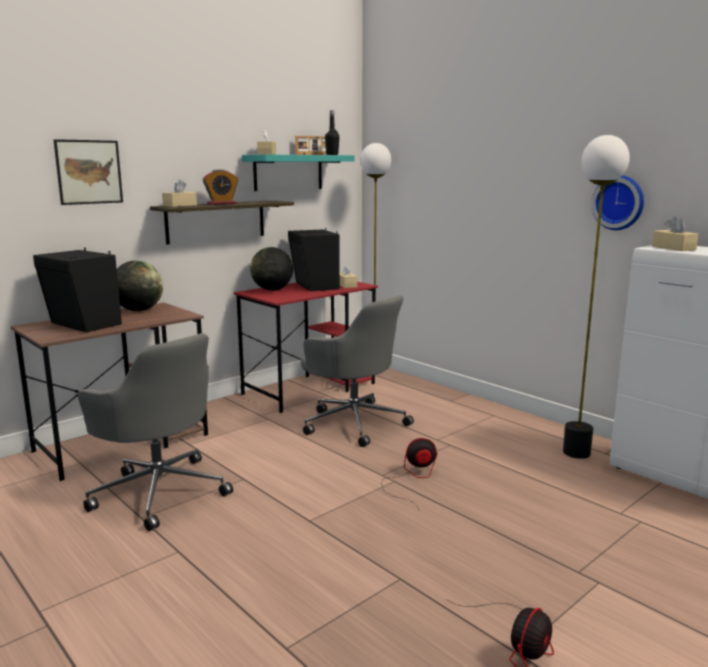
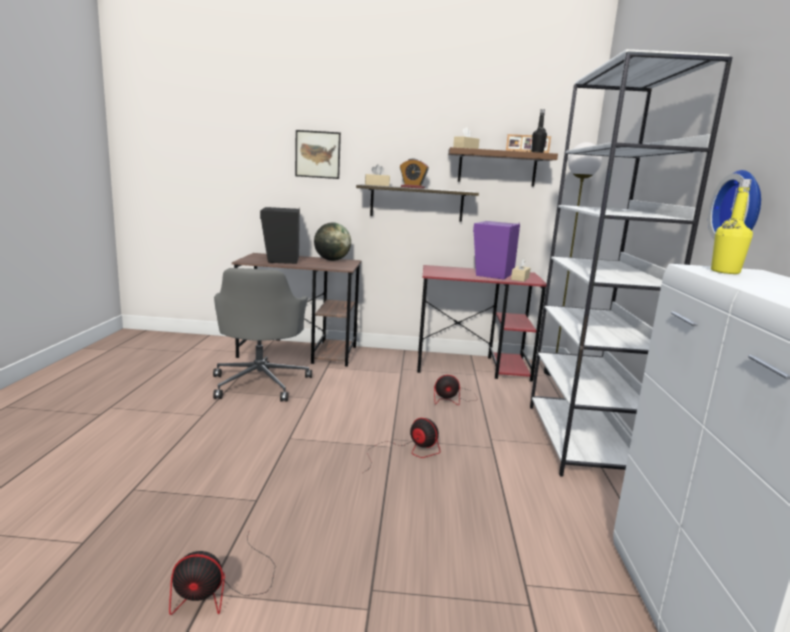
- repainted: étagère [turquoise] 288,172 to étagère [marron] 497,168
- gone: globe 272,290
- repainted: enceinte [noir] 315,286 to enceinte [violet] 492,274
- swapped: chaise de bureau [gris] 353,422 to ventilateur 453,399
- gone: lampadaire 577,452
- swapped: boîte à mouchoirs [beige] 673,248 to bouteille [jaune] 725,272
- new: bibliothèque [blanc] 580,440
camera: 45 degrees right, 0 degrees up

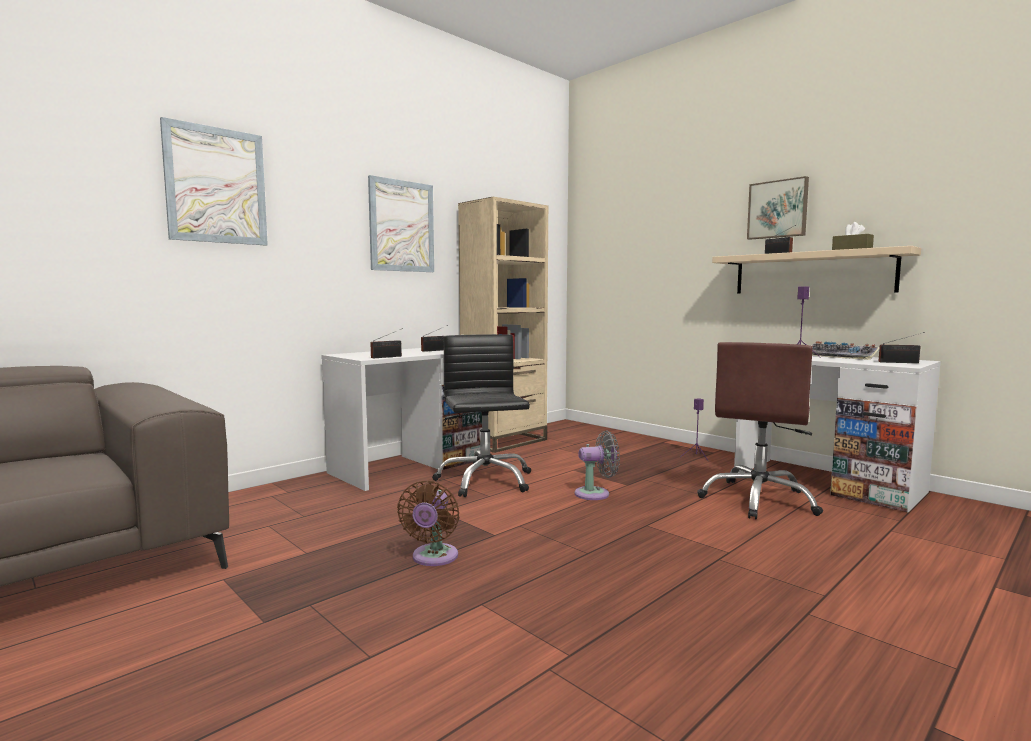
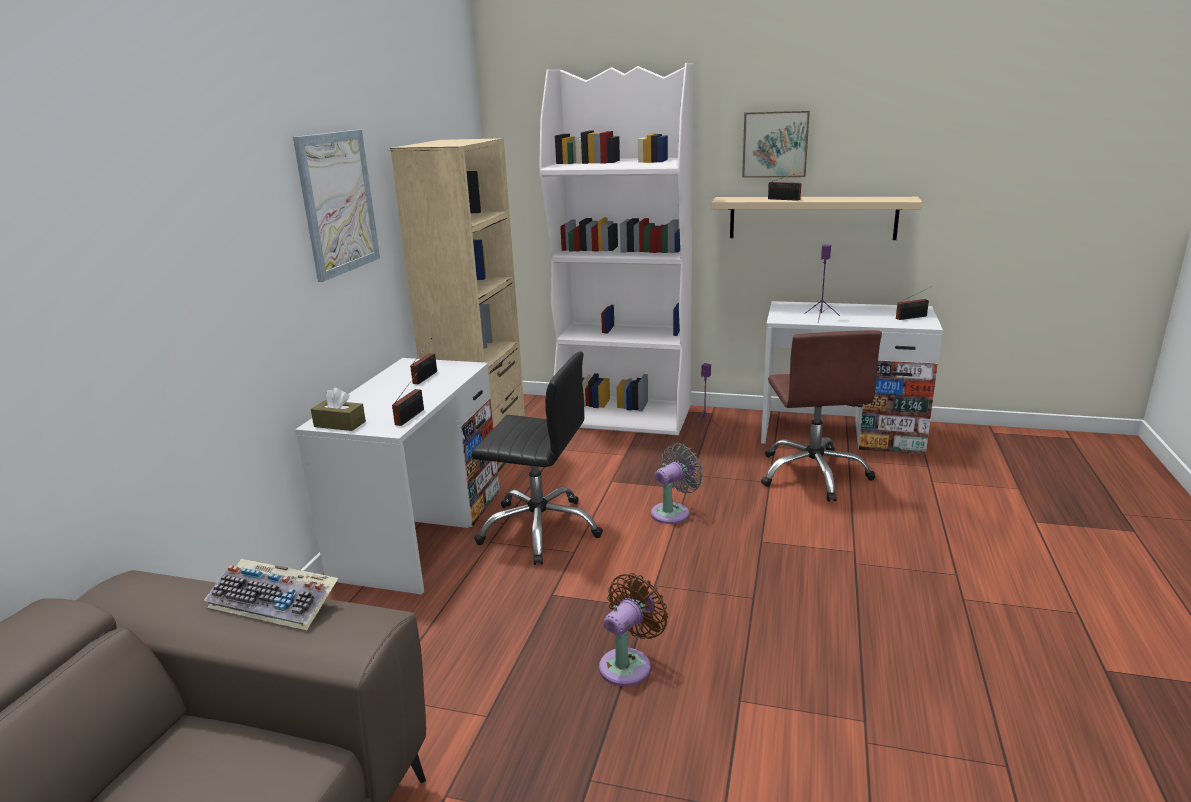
- gone: tableau 216,185
- rotated: ventilateur [marron] 433,558 = 628,664 120 degrees counterclockwise
- rotated: chaise de bureau [noir] 484,480 = 540,529 150 degrees clockwise
- shifted: clavier 843,357 to 276,602
- shifted: boîte à mouchoirs [marron] 852,249 to 340,424
- new: bibliothèque [blanc] 625,416
camera: 30 degrees left, 15 degrees up

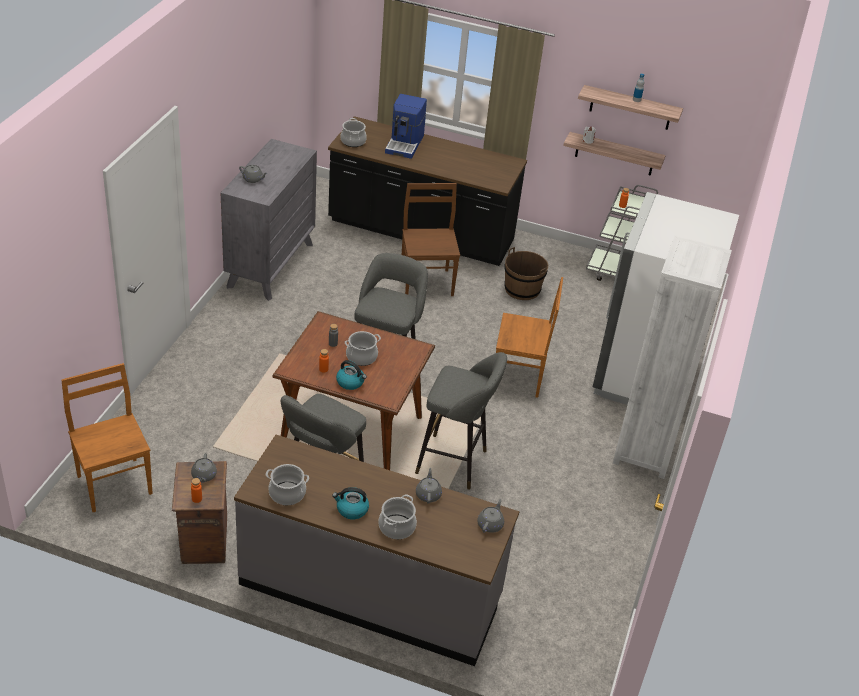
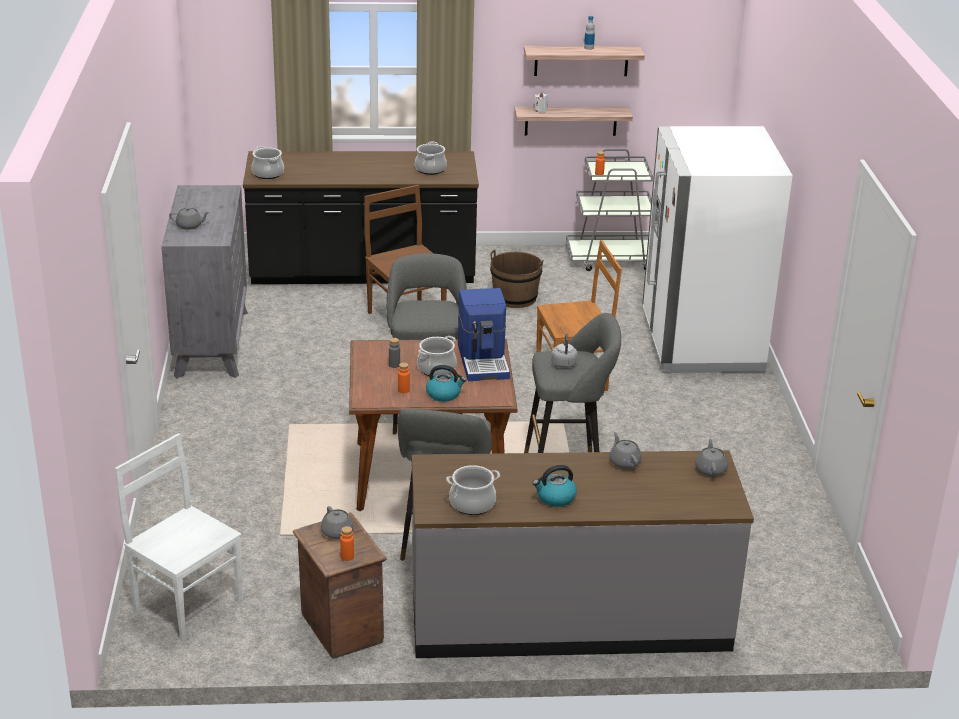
- repainted: chaise [marron] 114,483 to chaise [blanc] 186,605
- shifted: marmite 397,527 to 430,169
- shifted: machine à café 405,144 to 484,361
- gone: bibliothèque [blanc] 644,450
- new: bouilloire [gris] 564,363
camera: 20 degrees left, 10 degrees down

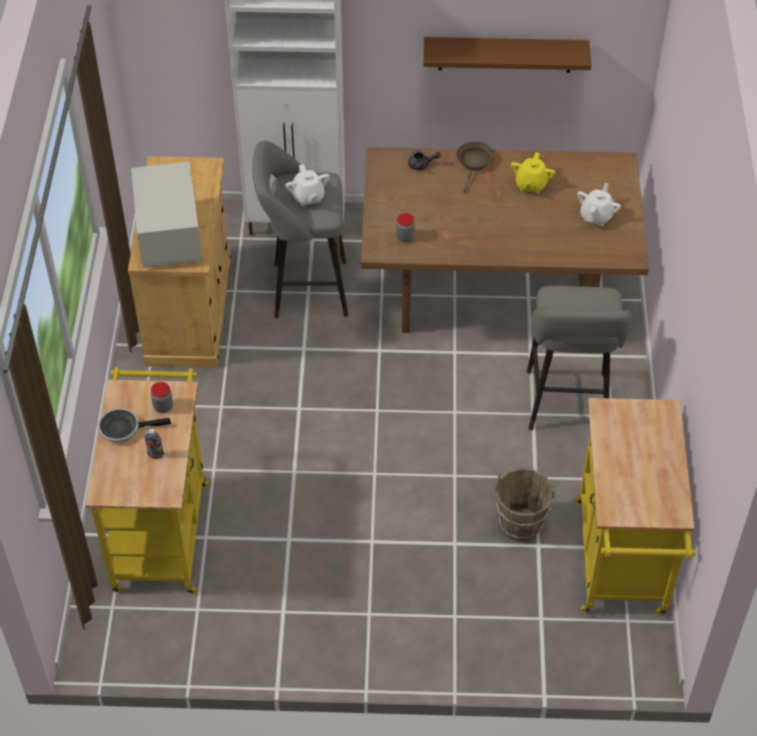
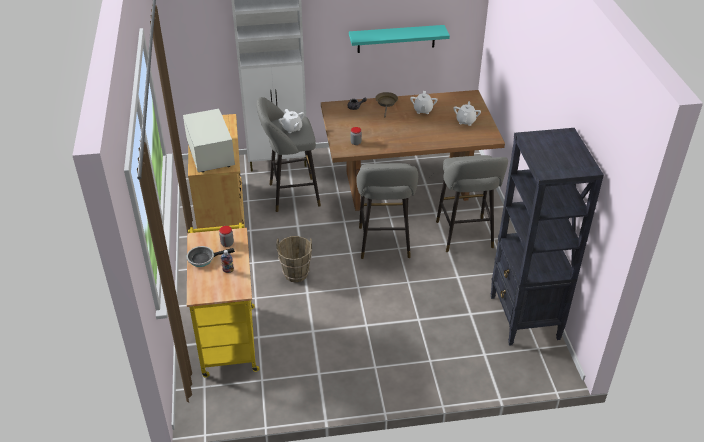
- repainted: étagère [marron] 505,54 to étagère [turquoise] 396,39
- shifted: seau [marron] 520,526 to 296,274
- repainted: théière [jaune] 531,185 to théière [blanc] 423,110
- swapped: chariot [jaune] 621,566 to bibliothèque [noir] 524,318
- new: tabouret [gris] 384,245
camera: 10 degrees left, 10 degrees down

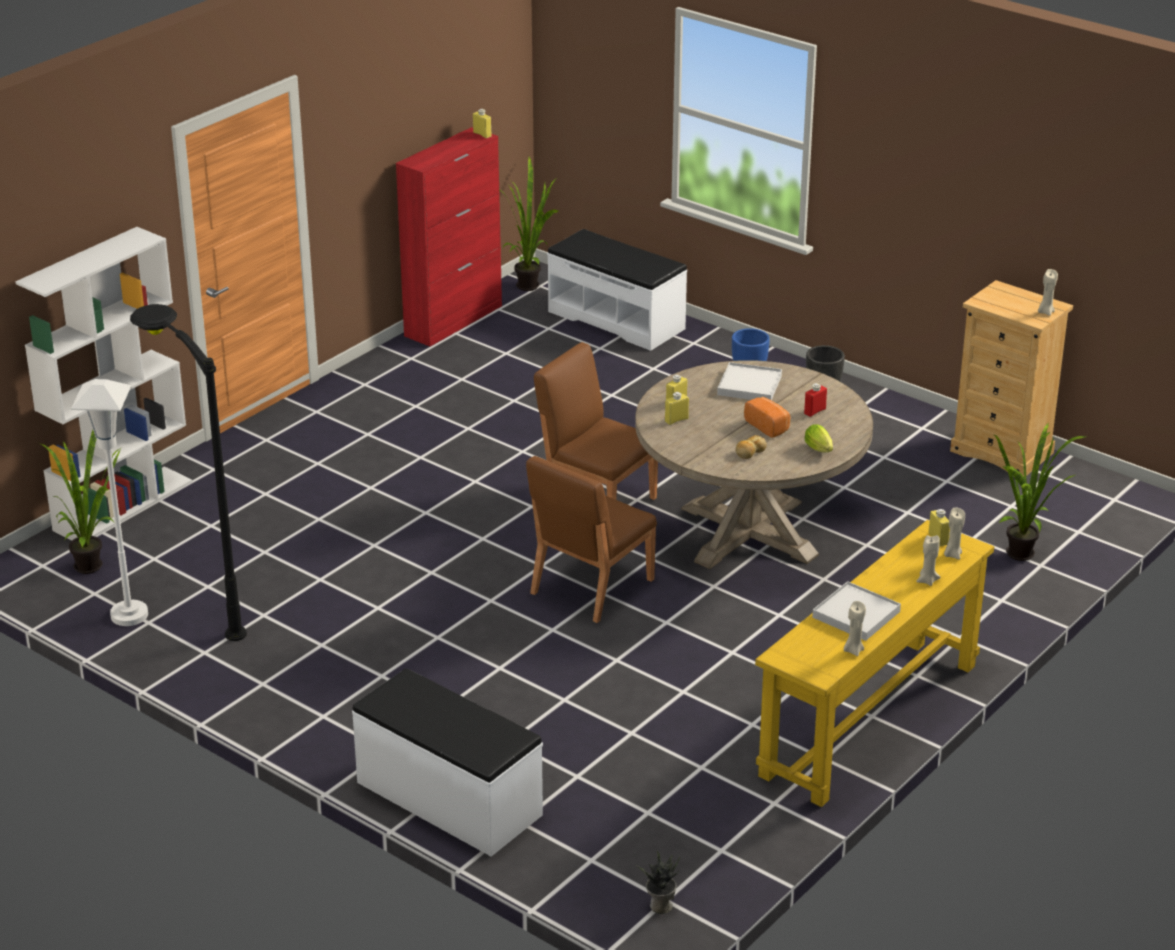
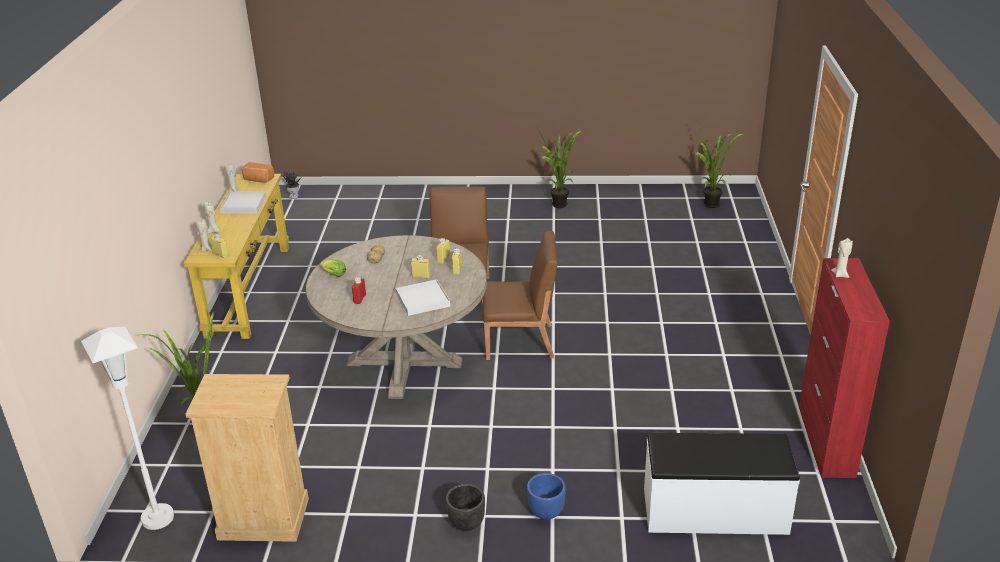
- gone: bibliothèque [blanc] 123,505
- shifted: lampadaire [blanc] 129,615 to 157,518
- gone: lampadaire [noir] 199,605
- gone: banc [blanc] 448,799
- shifted: bouteille [jaune] 482,134 to 421,276
- shifted: plante en pot 531,284 to 560,207
- shifted: pain 768,426 to 258,180
- shifted: bougie [beige] 1045,312 to 840,275
camera: 145 degrees right, 0 degrees up

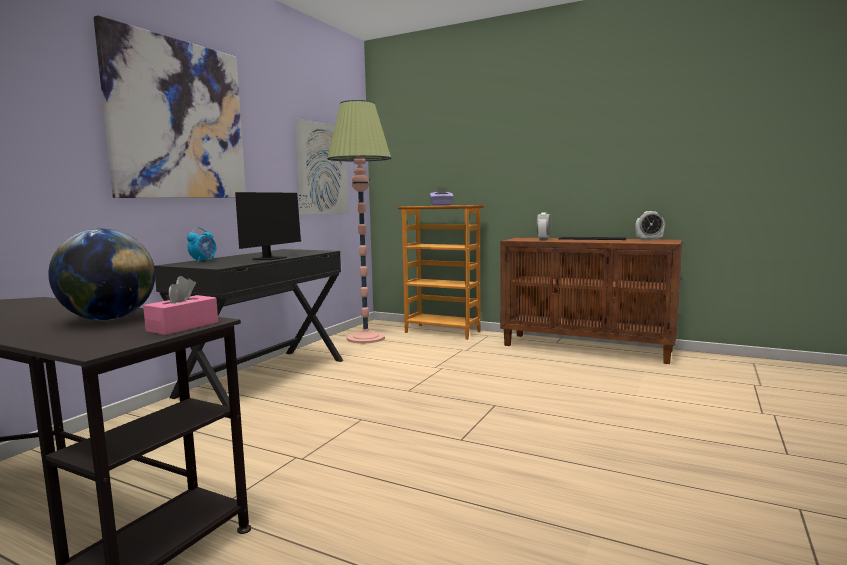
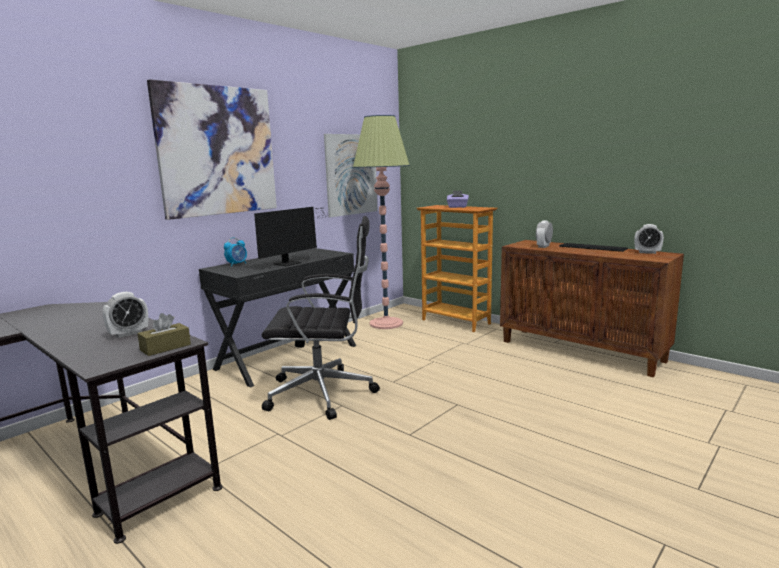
- swapped: globe 109,319 to réveil 129,333
- repainted: boîte à mouchoirs [rose] 183,326 to boîte à mouchoirs [marron] 165,347
- new: chaise de bureau [noir] 324,393
camera: 15 degrees right, 5 degrees up

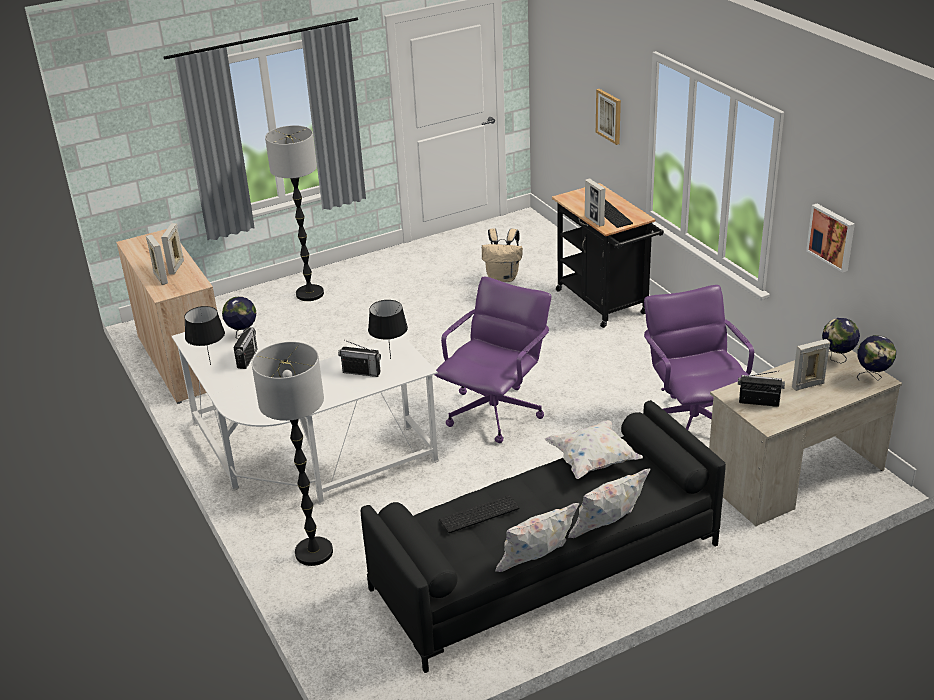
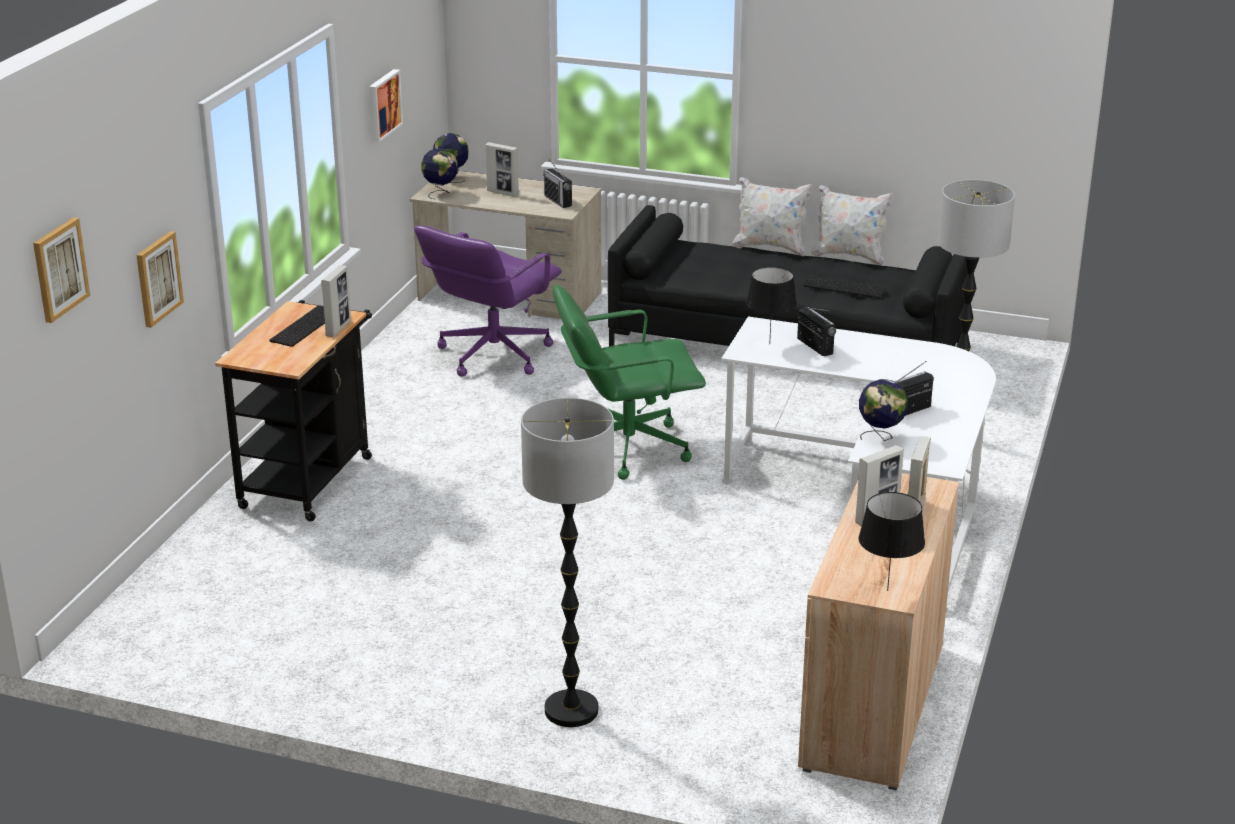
- shifted: lampe de table [noir] 211,364 to 886,590
- repainted: chaise de bureau [violet] 495,413 to chaise de bureau [vert] 626,448
- gone: sac à dos [beige] 503,277
- gone: coussin [blanc] 593,461
- new: tableau 59,269
camera: 135 degrees left, 5 degrees down

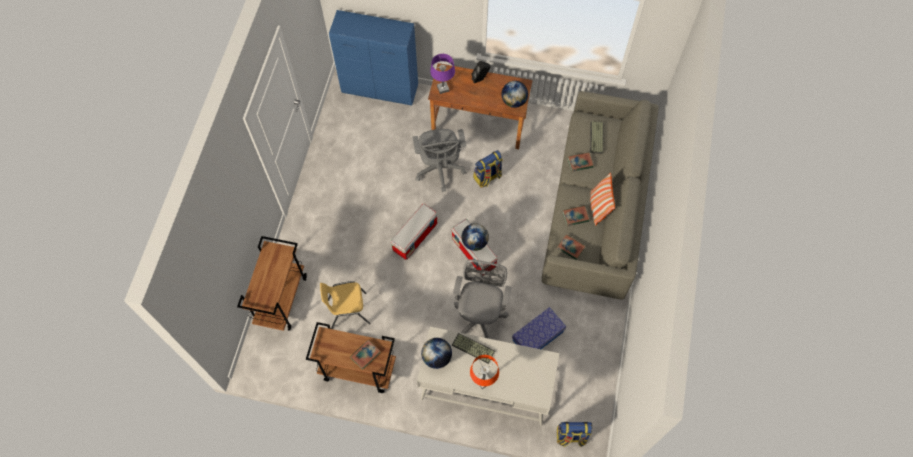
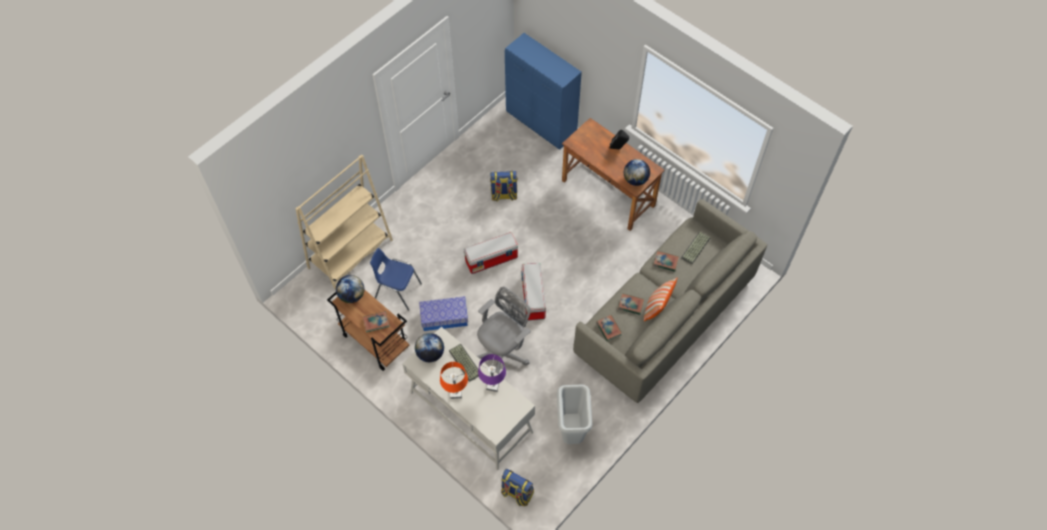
- swapped: chariot [marron] 281,299 to bibliothèque [beige] 350,254
- repainted: chaise [jaune] 348,311 to chaise [bleu] 397,291
- gone: chaise de bureau [gris] 439,170
- shifted: lampe de table [violet] 443,88 to 492,385
- shifted: globe 474,242 to 352,295
- shifted: sac à dos 487,177 to 504,195
- shifted: boîte de rangement 537,336 to 444,317
- new: poubelle [gris] 572,432
camera: 30 degrees right, 5 degrees down

